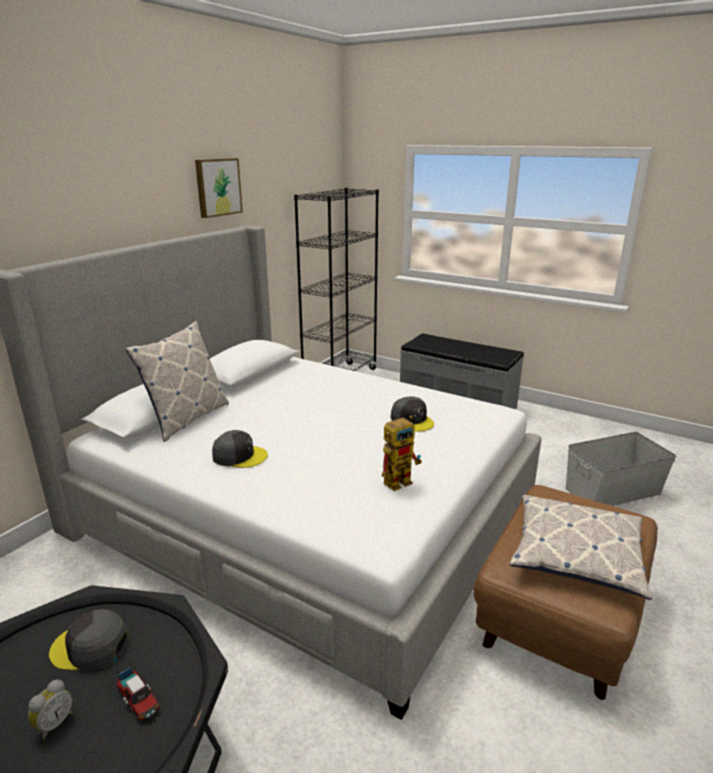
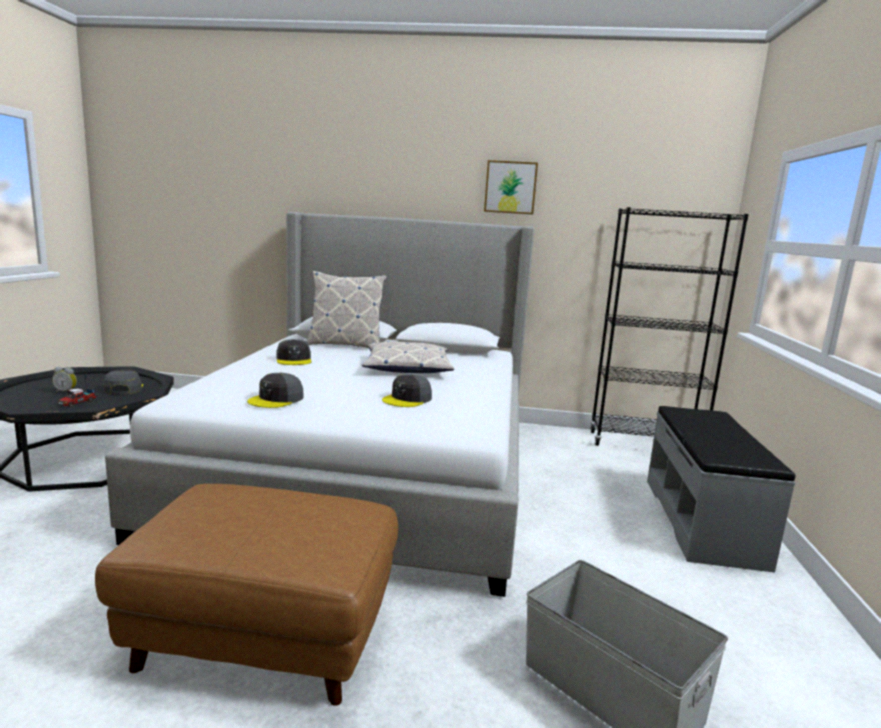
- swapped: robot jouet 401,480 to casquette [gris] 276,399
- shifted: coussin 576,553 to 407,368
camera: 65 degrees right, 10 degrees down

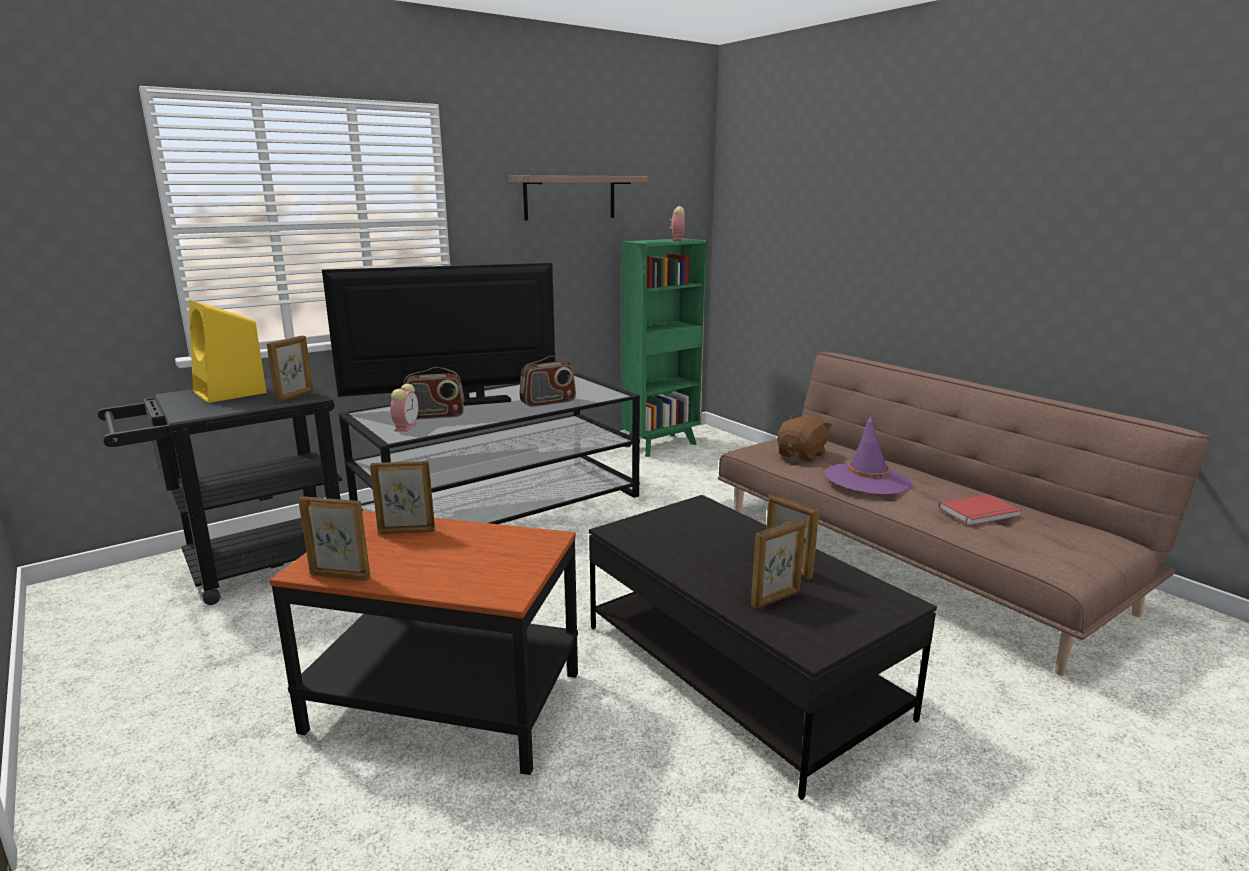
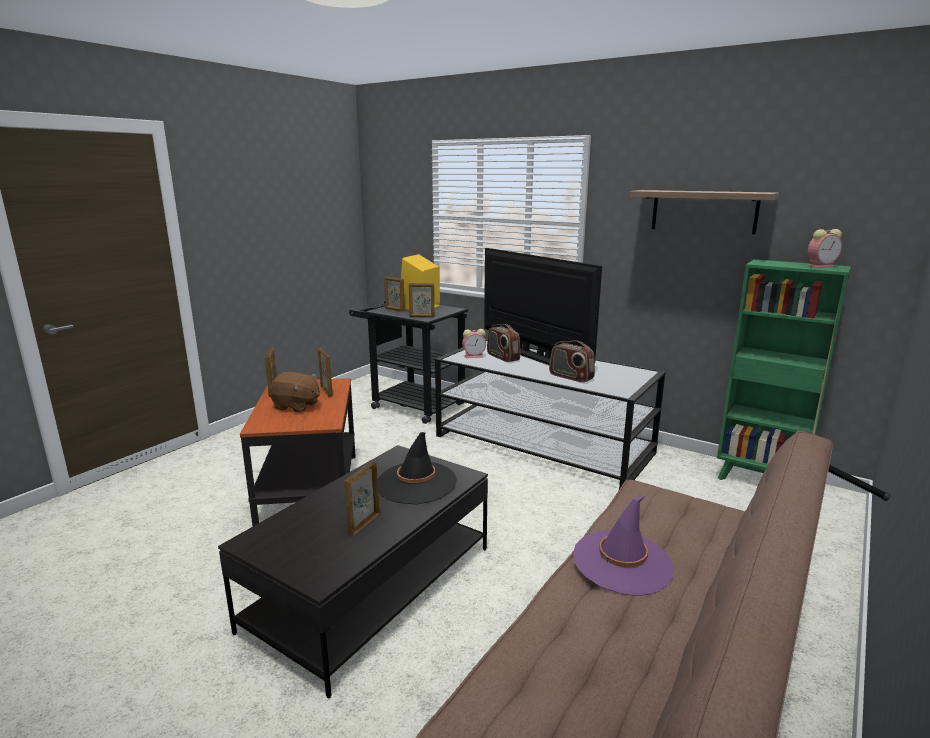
- shifted: cadre photo 776,599 to 394,309
- shifted: peluche [marron] 802,455 to 296,406
- gone: livre [rouge] 980,513
- new: chapeau [noir] 416,483
camera: 70 degrees right, 0 degrees up

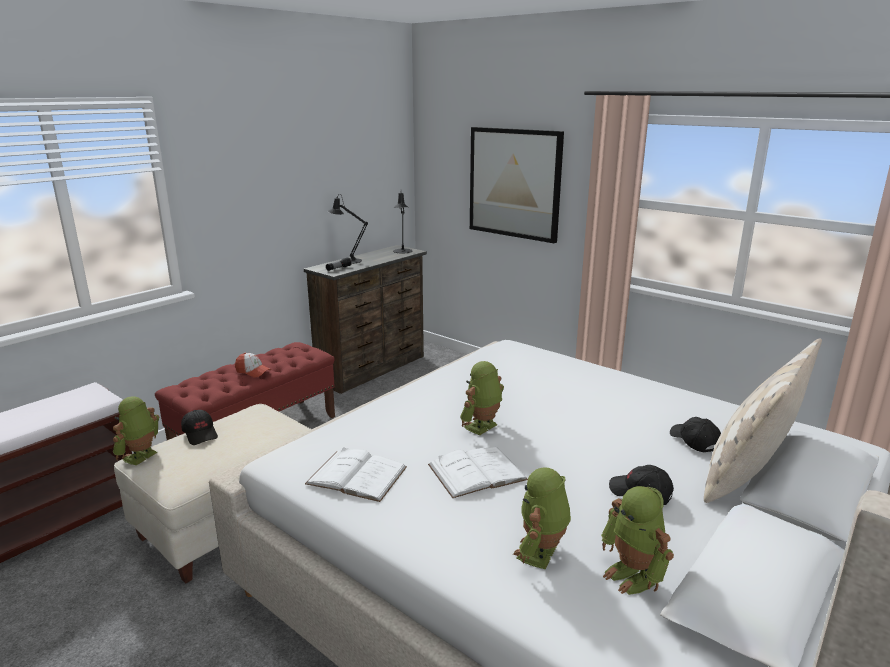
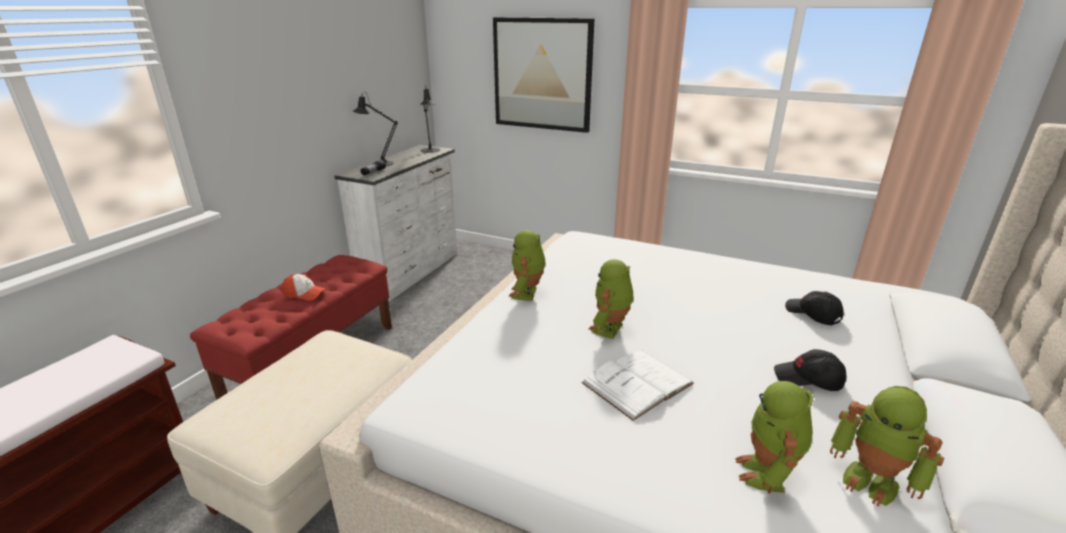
- shifted: robot jouet 141,457 to 527,293
- gone: casquette [noir] 200,434
- repainted: commode [marron] 373,369 to commode [blanc] 412,272
- gone: livre [blanc] 357,475
- gone: coussin [beige] 747,476
camera: 15 degrees left, 5 degrees up

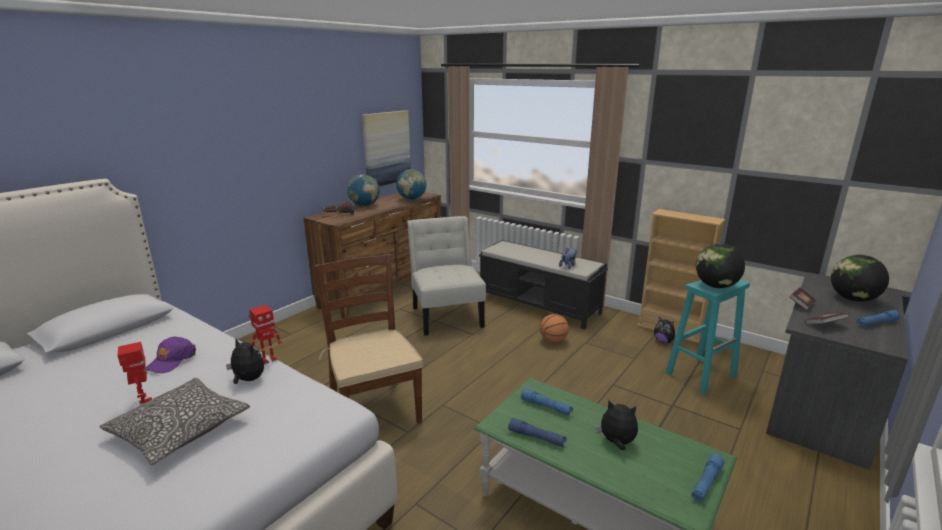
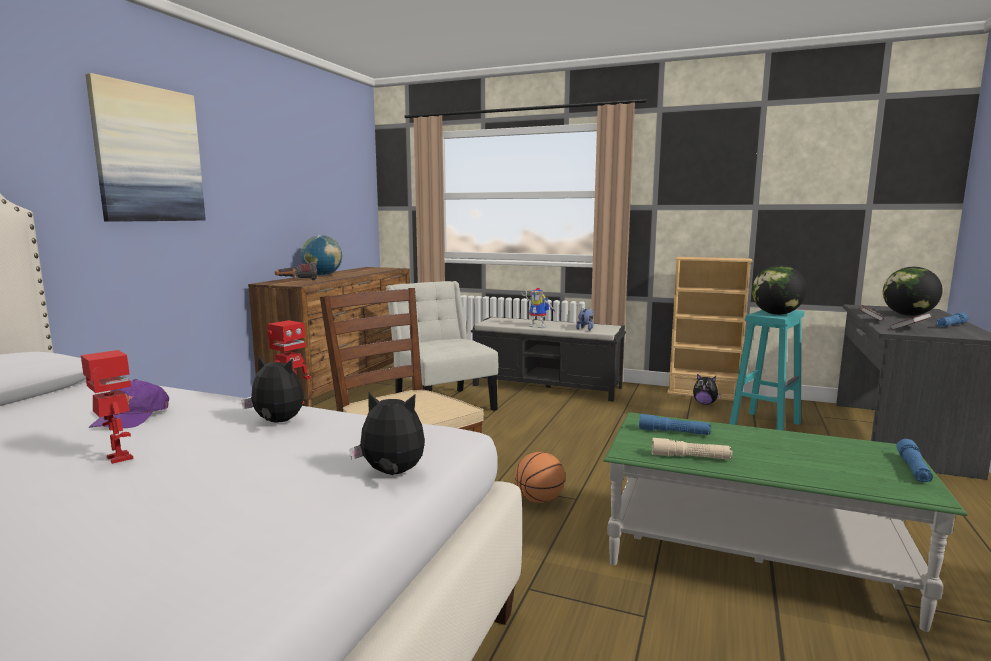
- gone: coussin 180,429
- shifted: tableau 386,148 to 148,154
- gone: globe 411,199
- repainted: lampe de poche [bleu] 536,438 to lampe de poche [beige] 690,457
- shifted: ballon de basket 553,341 to 539,500
- shifted: peluche 616,442 to 392,474
- new: robot jouet 539,326
camera: 15 degrees left, 10 degrees down

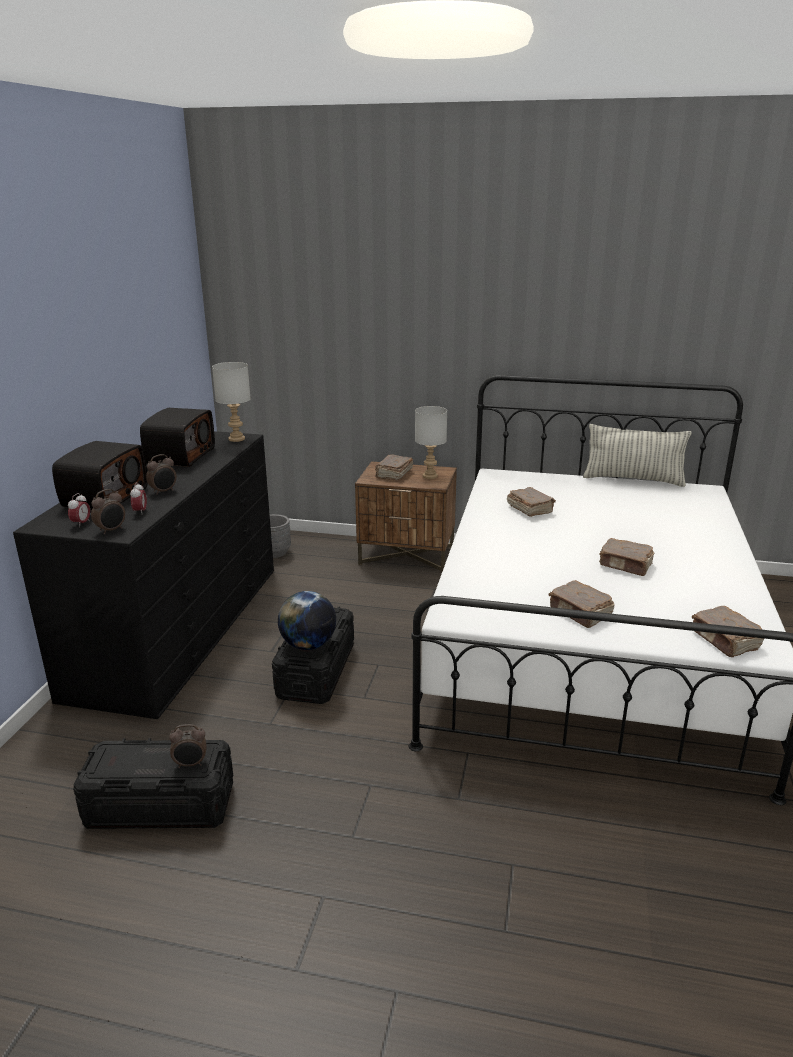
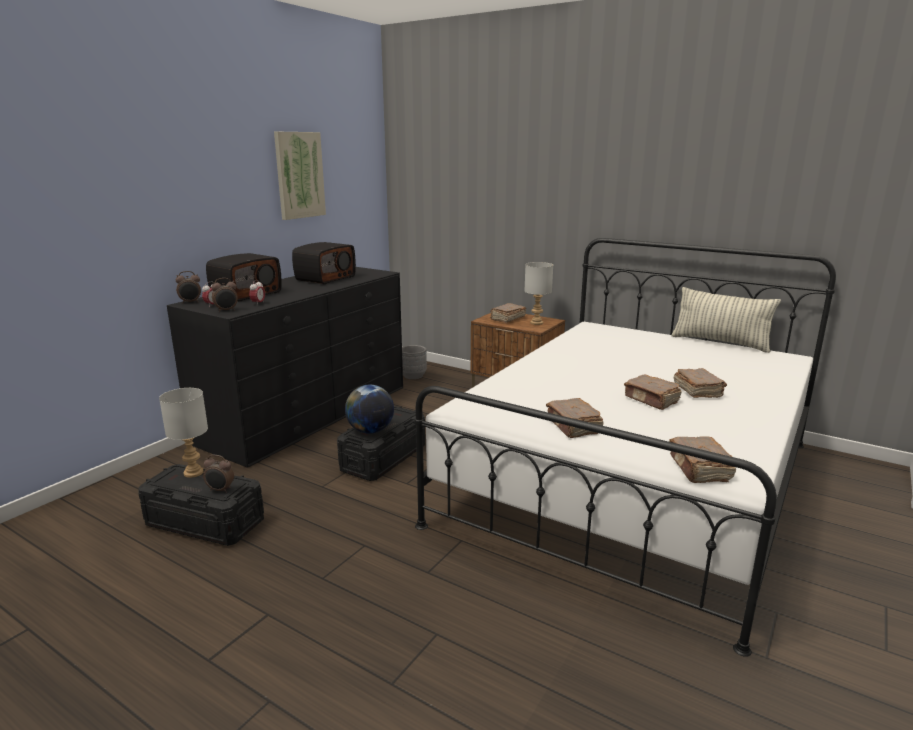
- shifted: réveil 164,491 to 190,302
- shifted: lampe de table [gris] 236,439 to 193,472
- shifted: livre [marron] 529,509 to 697,391
- new: tableau 299,175
camera: 20 degrees right, 5 degrees down

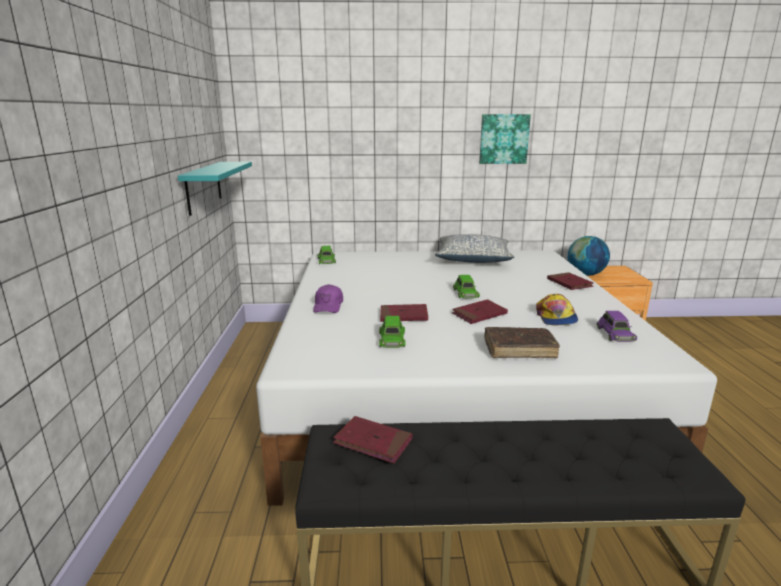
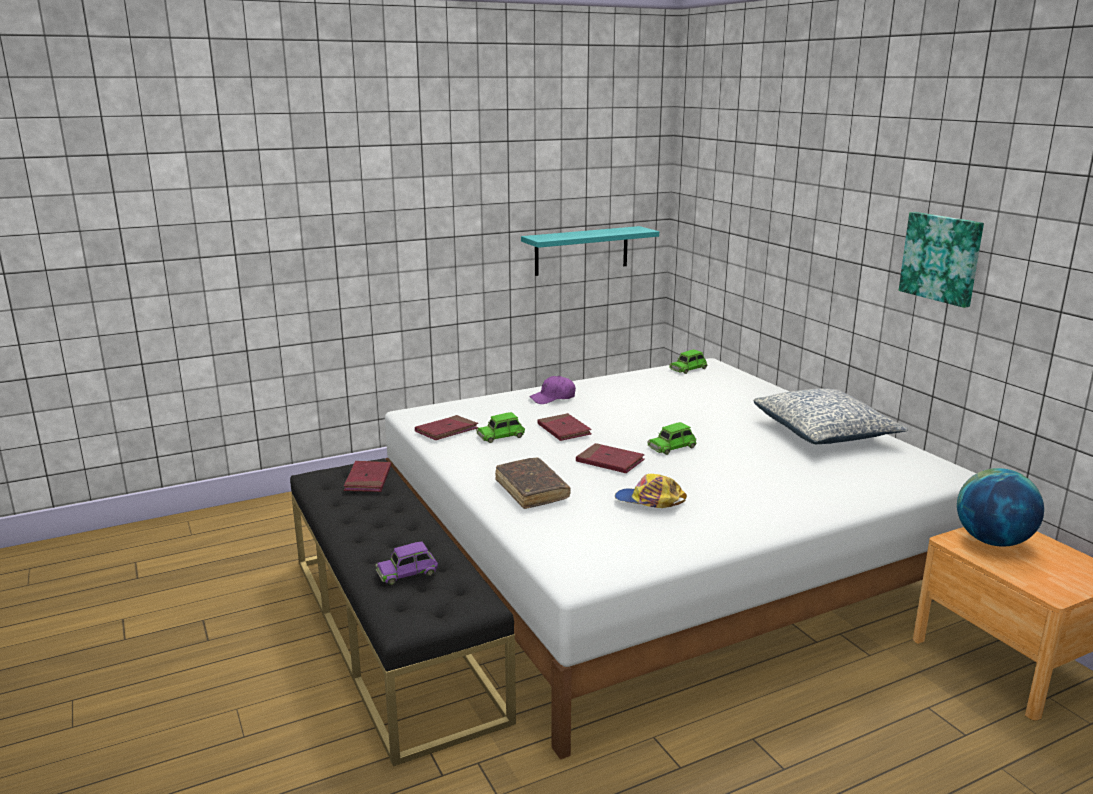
- rotated: casquette 556,317 = 649,501 45 degrees clockwise
- shifted: livre [rouge] 569,283 to 446,431
- shifted: petite voiture [violet] 615,334 to 407,572
camera: 65 degrees right, 0 degrees up

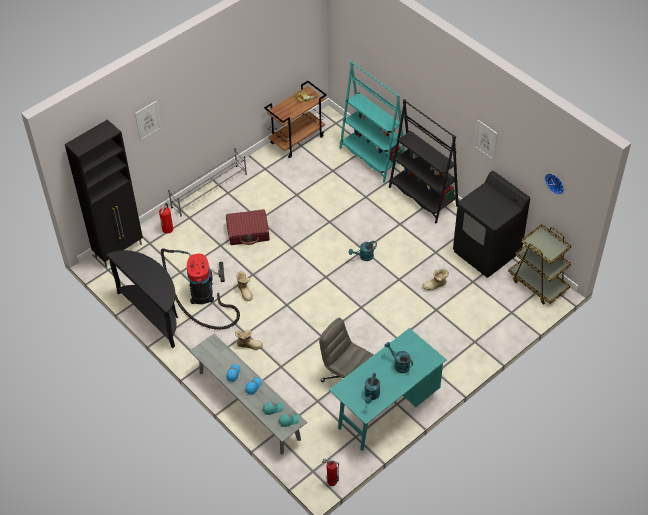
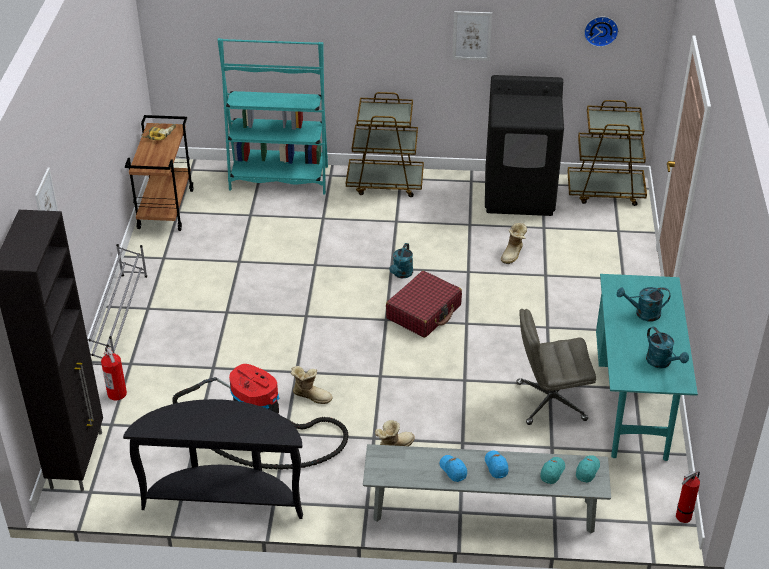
- shifted: valise [rouge] 248,232 to 424,312
- swapped: bibliothèque [noir] 423,196 to chariot [marron] 385,183
camera: 45 degrees left, 10 degrees down

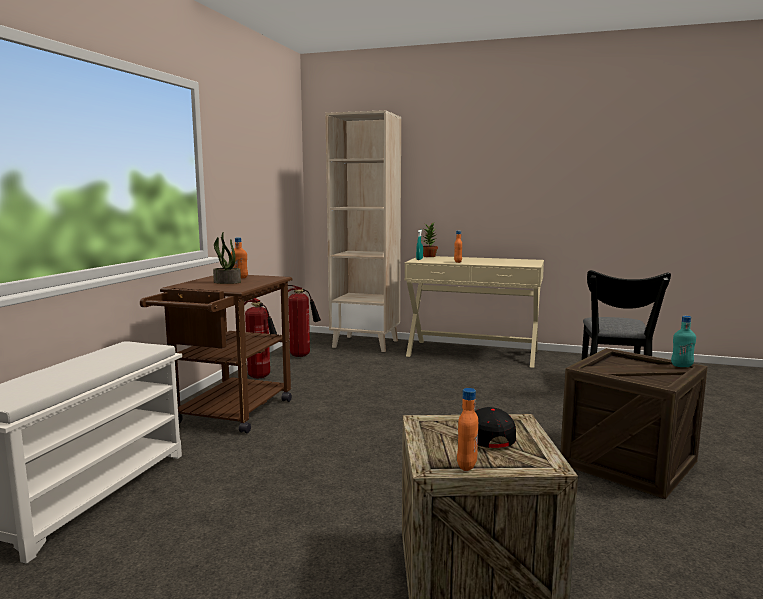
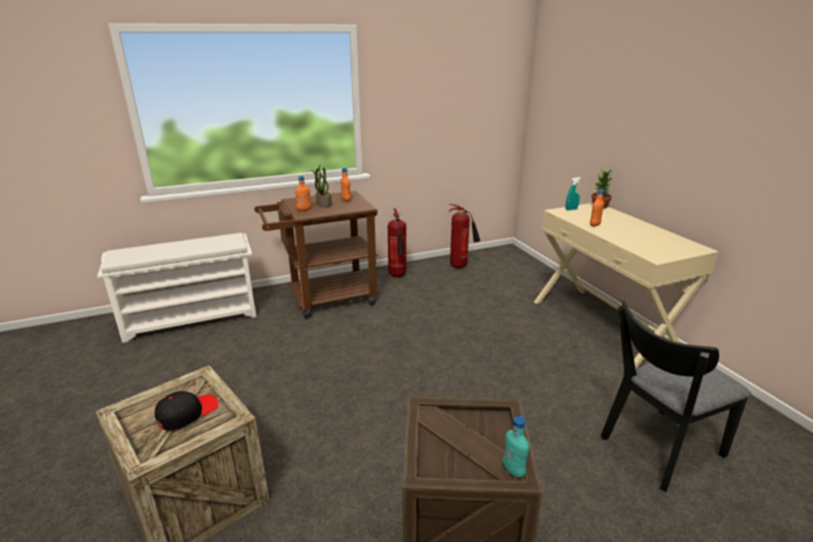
- gone: bibliothèque [beige] 366,344
- shifted: bouteille [orange] 466,465 to 304,210
camera: 50 degrees right, 15 degrees up

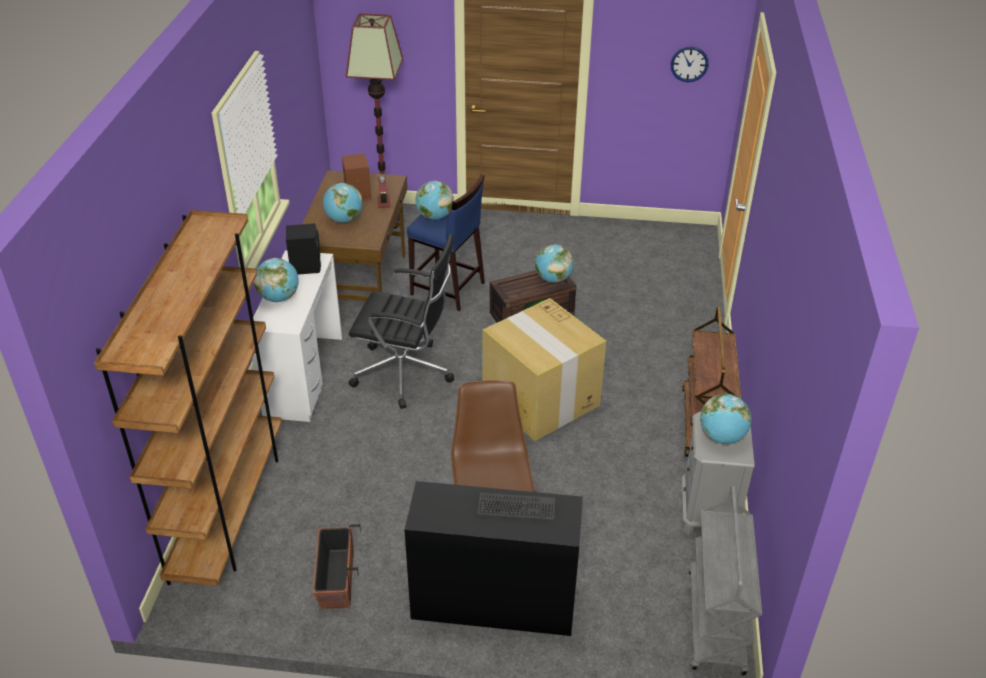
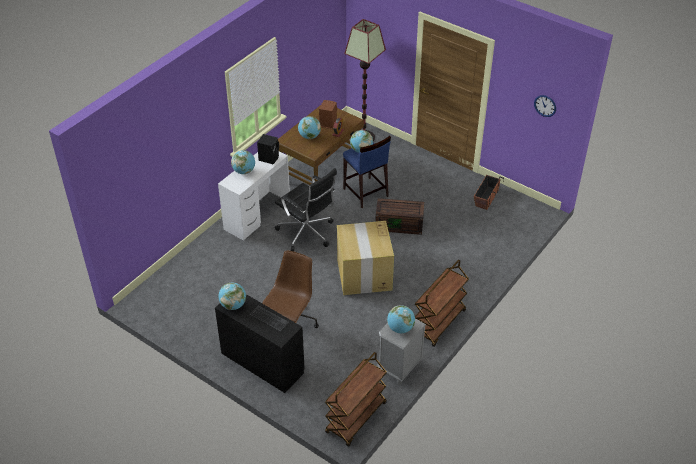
- gone: bibliothèque [marron] 229,509
- shifted: cache-pot 336,578 to 486,198
- shifted: globe 553,279 to 233,305
- repainted: chariot [gris] 716,622 to chariot [marron] 356,418
camera: 30 degrees right, 5 degrees up

